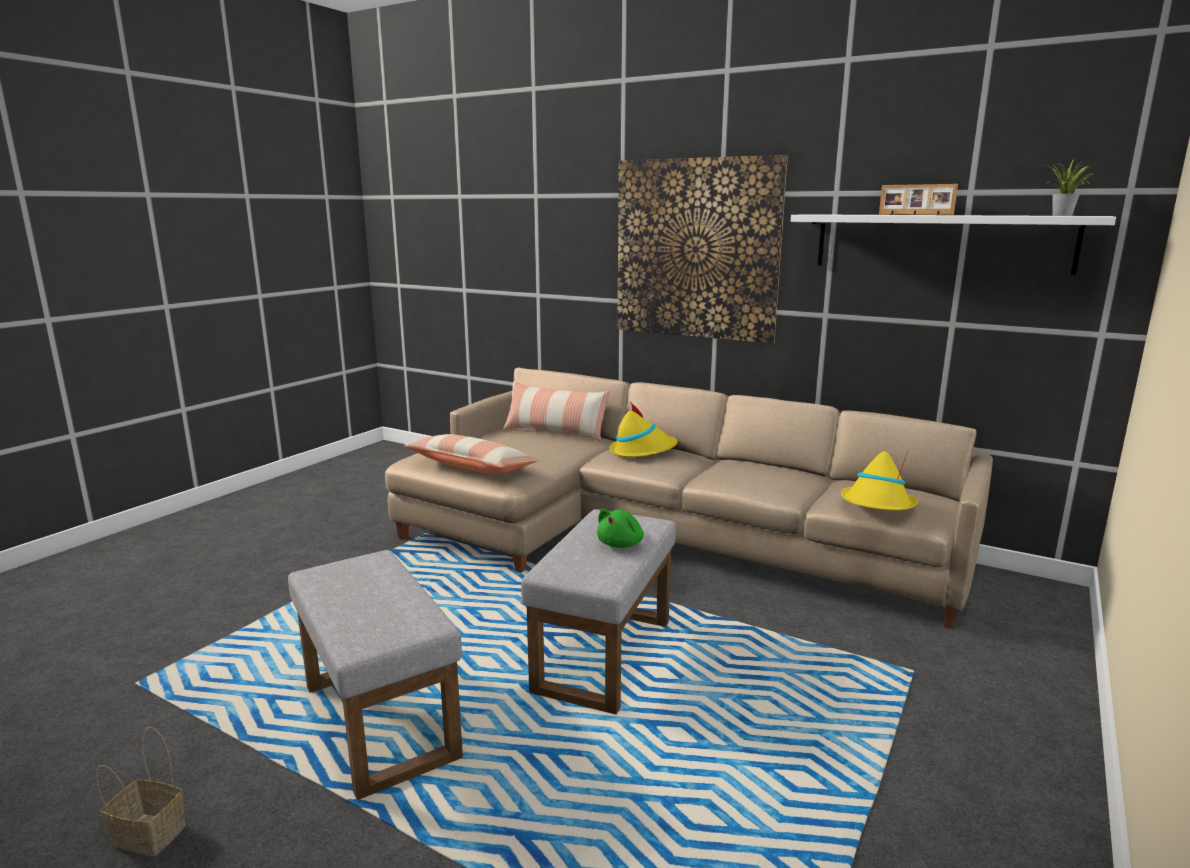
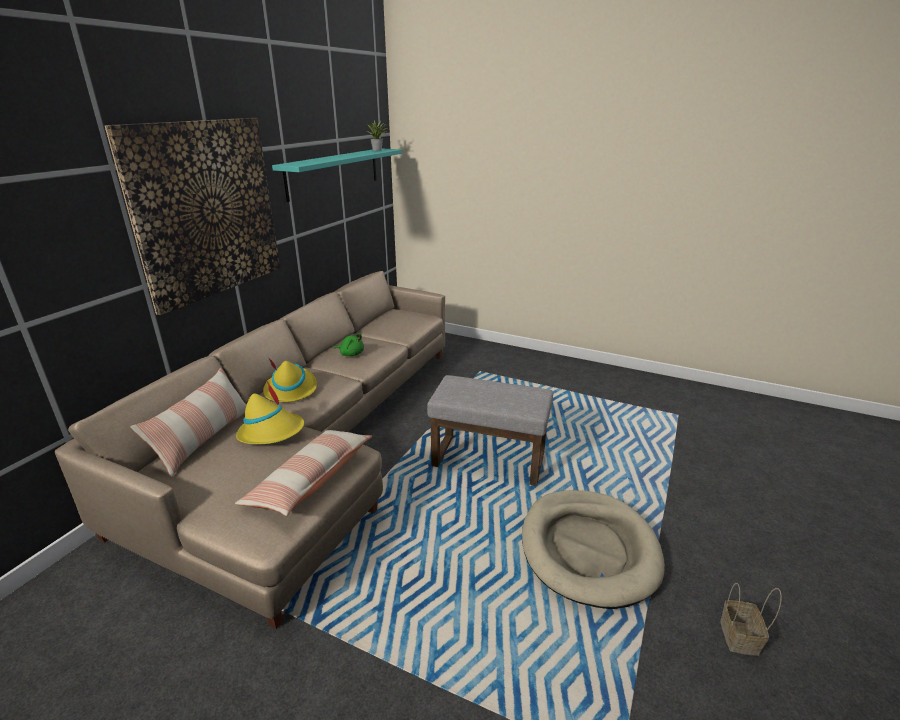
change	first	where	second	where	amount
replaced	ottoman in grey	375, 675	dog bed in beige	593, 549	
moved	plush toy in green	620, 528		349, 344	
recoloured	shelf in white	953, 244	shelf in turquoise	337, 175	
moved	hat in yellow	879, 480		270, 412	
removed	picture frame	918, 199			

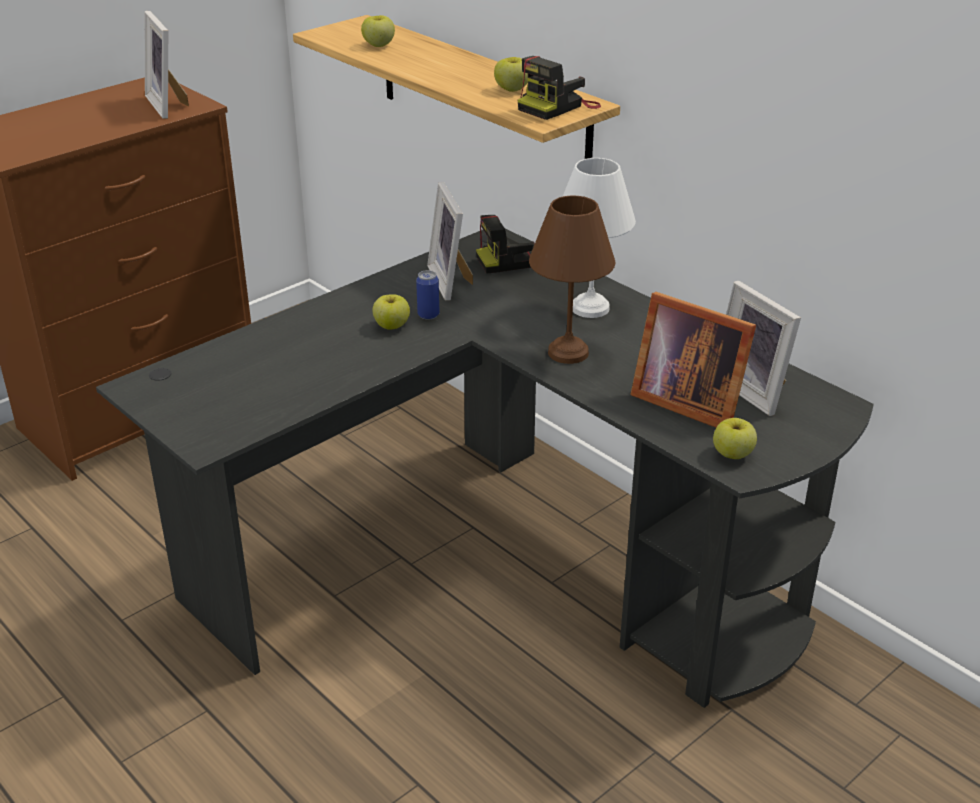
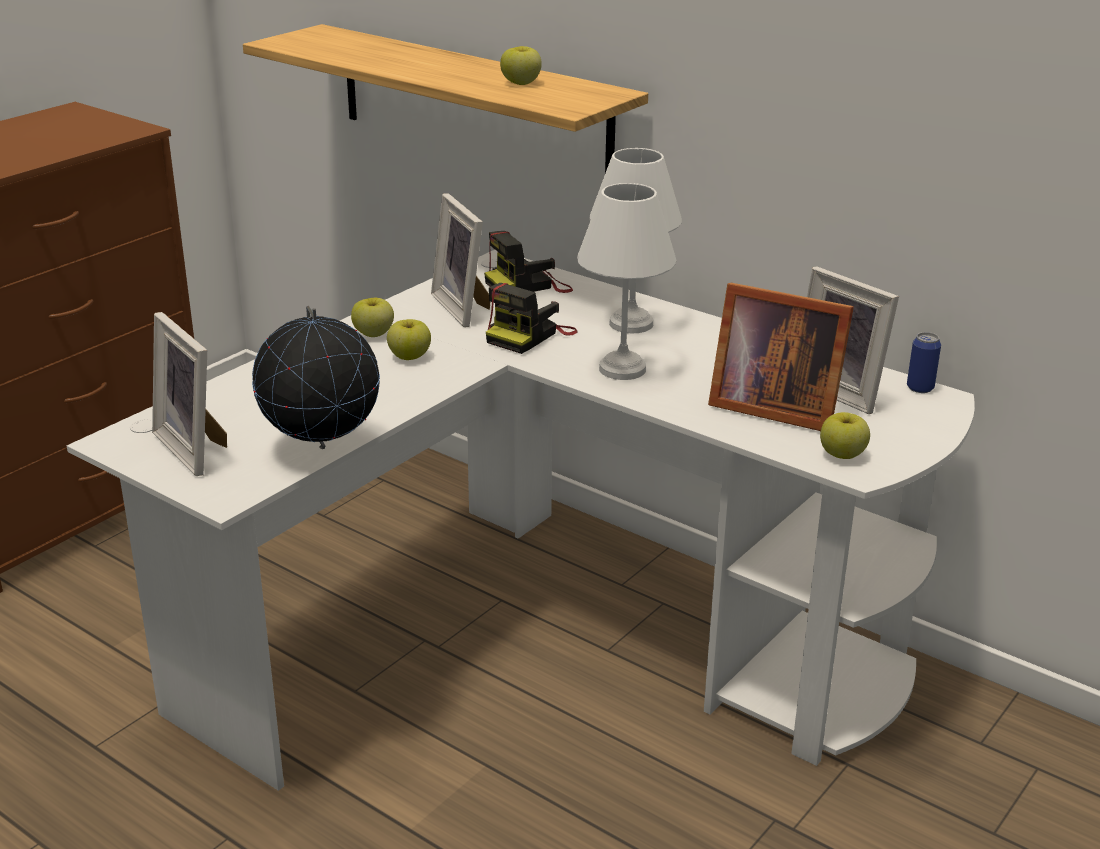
change	first	where	second	where	amount
recoloured	desk in black	485, 468	desk in white	521, 520	
moved	picture frame	167, 65		189, 394	
moved	apple	378, 31		372, 317	
moved	can	427, 295		924, 362	
moved	photo camera	559, 88		531, 318	
recoloured	table lamp in brown	572, 279	table lamp in white	626, 281	
added			globe	316, 377	

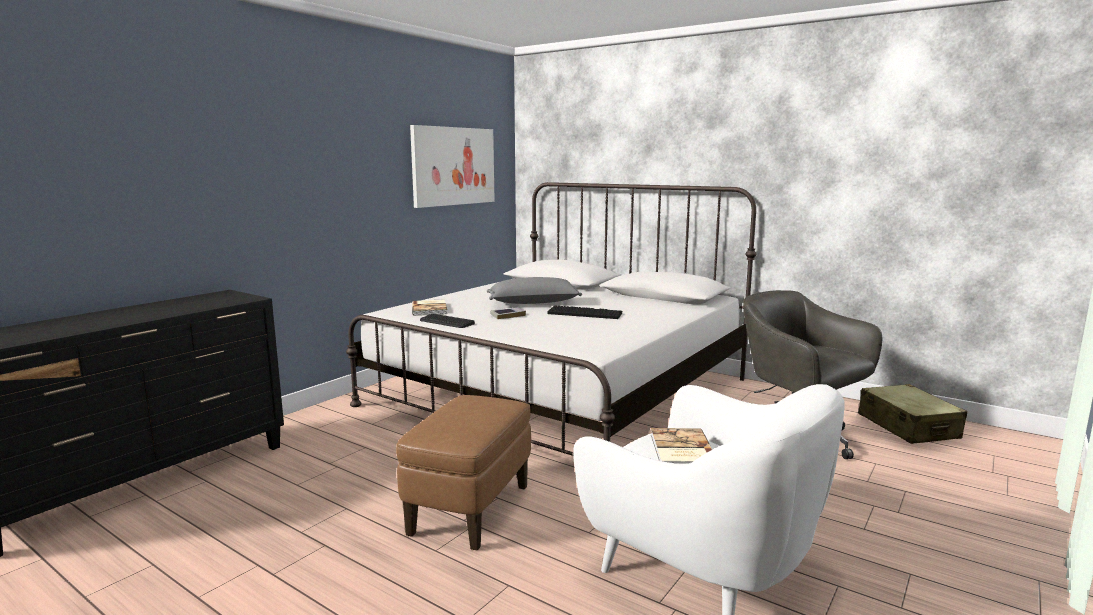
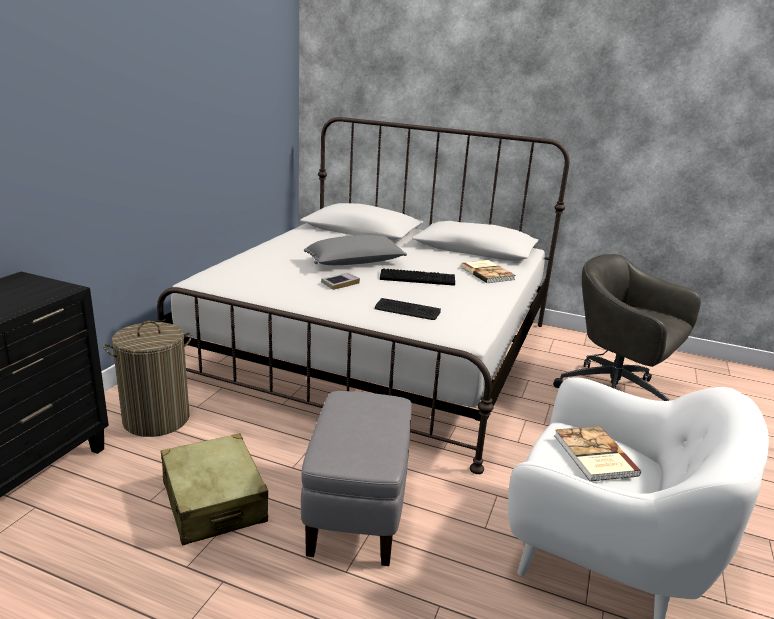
change	first	where	second	where	amount
recoloured	ottoman in brown	463, 472	ottoman in grey	356, 478	
removed	picture	452, 166			
moved	book	429, 307		488, 271	
moved	keyboard	447, 321		408, 309	
moved	suitcase in beige	913, 414		214, 489	
added			laundry basket	147, 379	

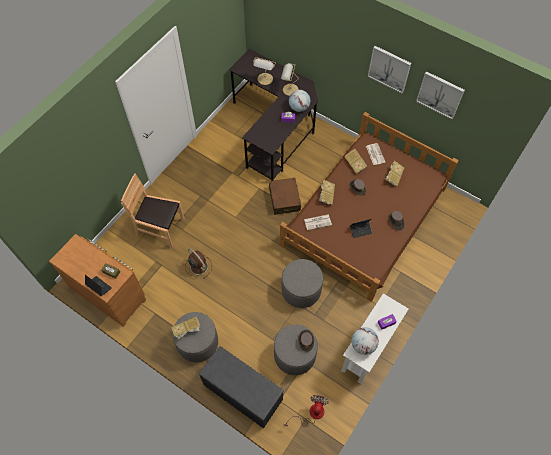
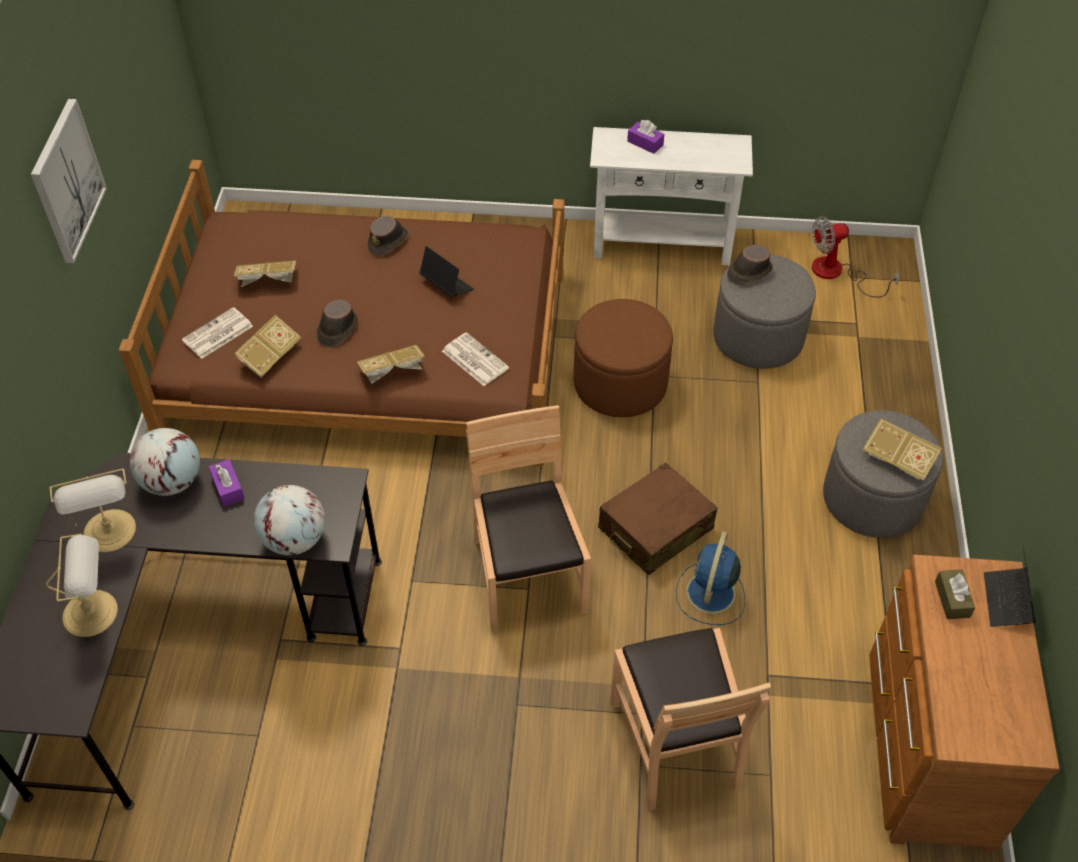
change	first	where	second	where	amount
recoloured	fan in brown	198, 263	fan in blue	710, 578	
removed	bench in grey	241, 387			
moved	suitcase in brown	285, 196		658, 518	
recoloured	ottoman in grey	302, 283	ottoman in brown	623, 358	
moved	globe	365, 341		289, 520	
removed	picture	440, 95			
added			chair in brown	528, 518	

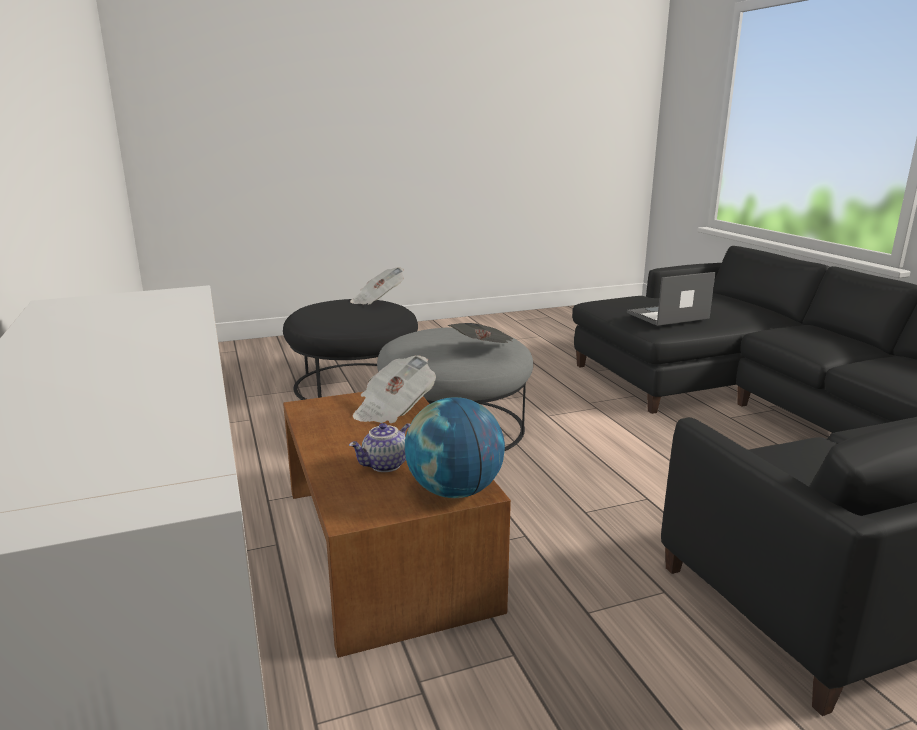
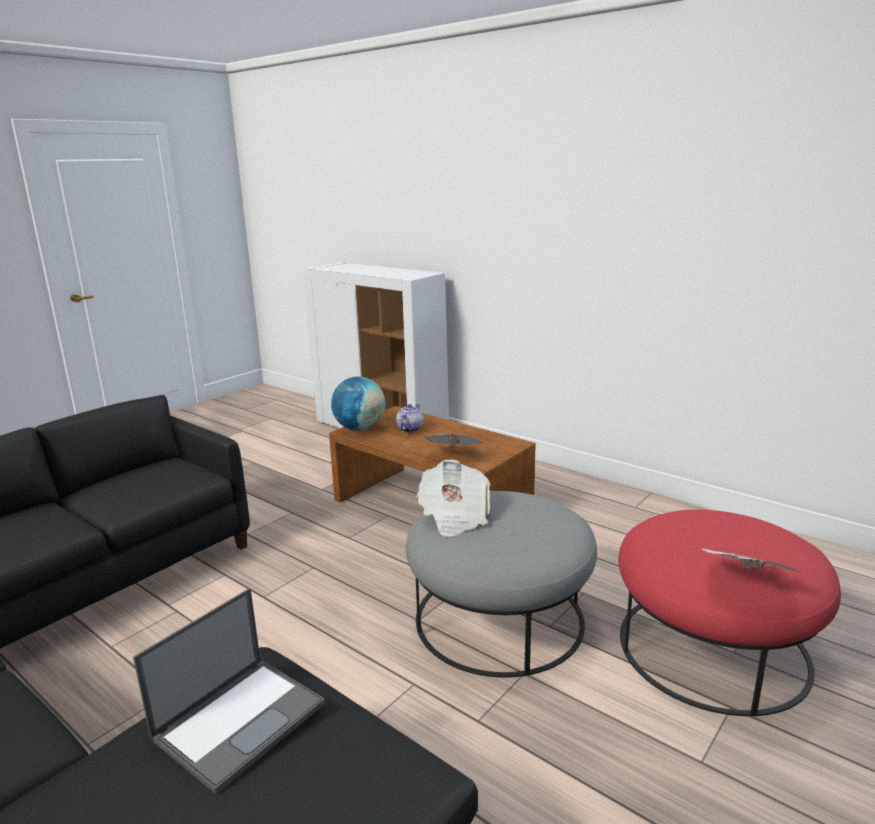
change	first	where	second	where	amount
recoloured	ottoman in black	350, 349	ottoman in red	729, 613	

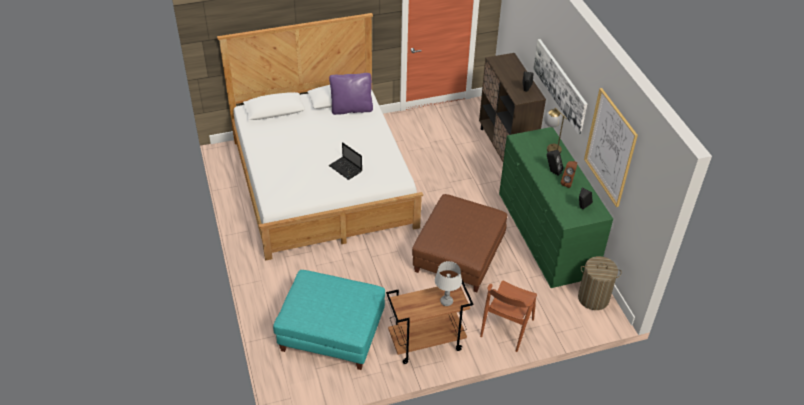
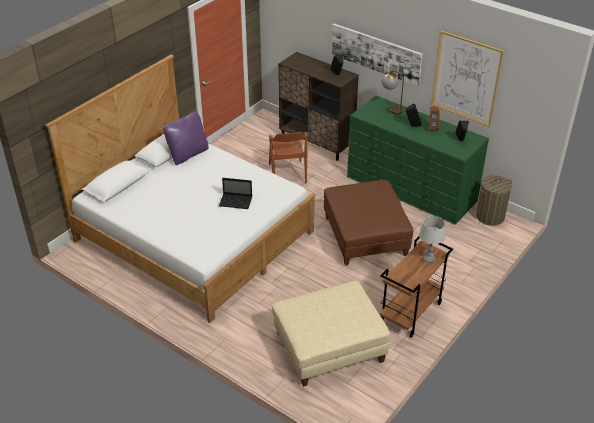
change	first	where	second	where	amount
recoloured	ottoman in turquoise	329, 320	ottoman in beige	331, 334	
moved	chair in brown	508, 316		288, 157	

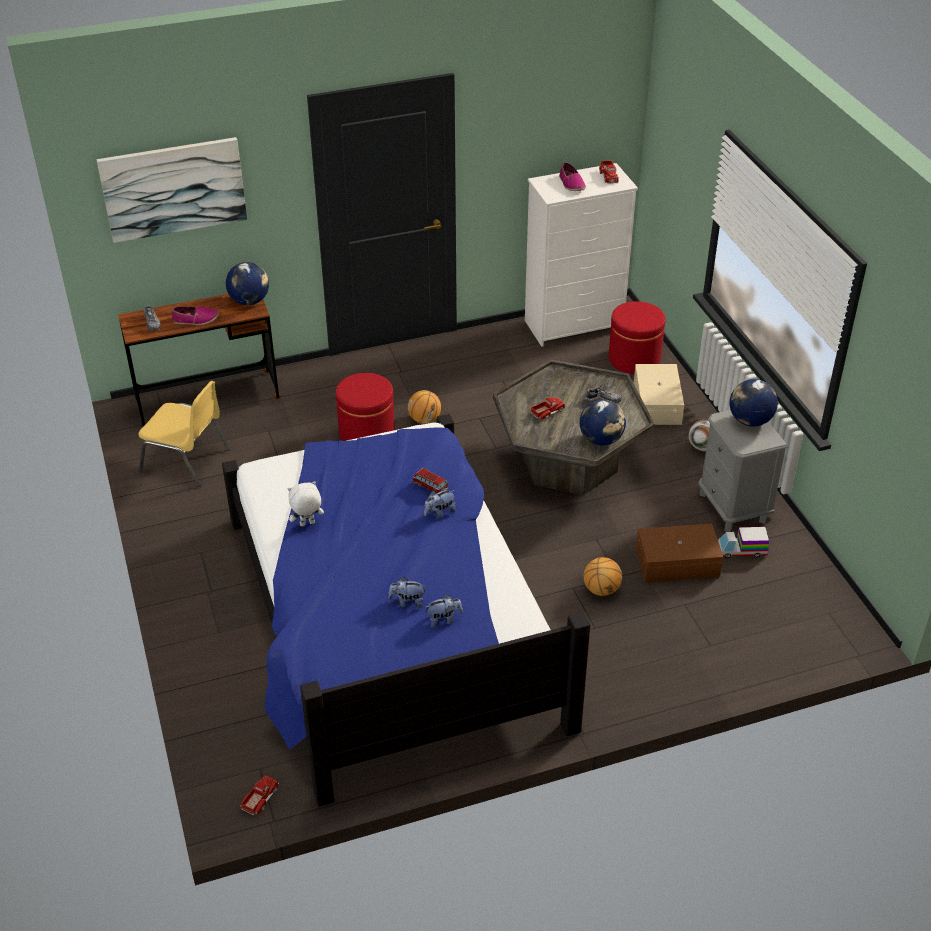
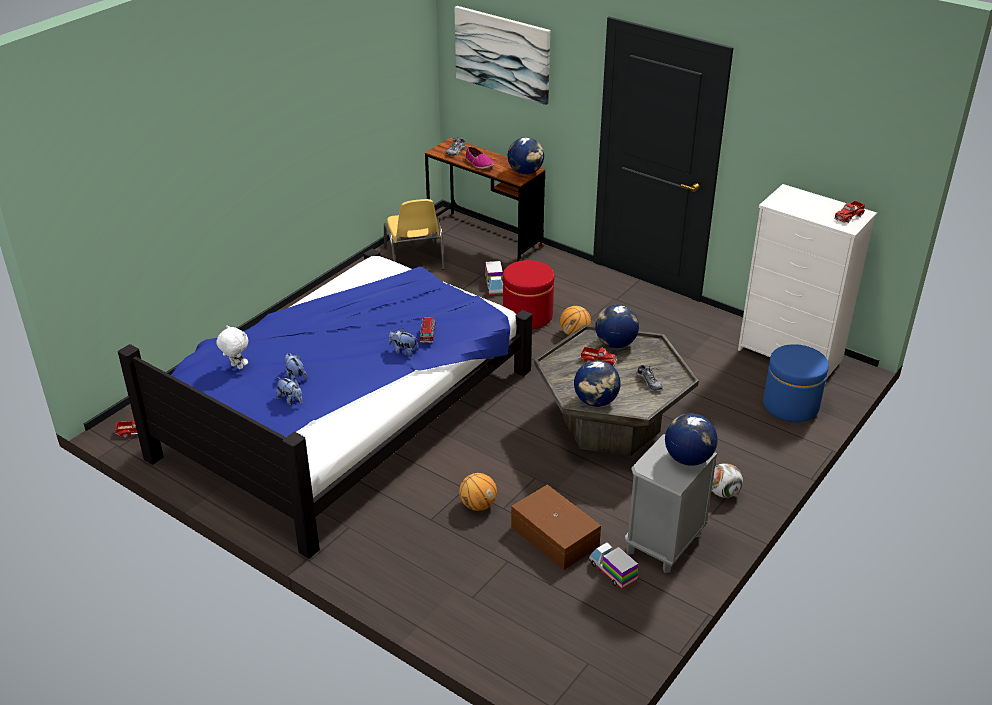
change	first	where	second	where	amount
moved	plush toy in white	306, 504		232, 347	
removed	shoe	572, 176			
recoloured	ottoman in red	637, 337	ottoman in blue	796, 383	
removed	storage box in beige	659, 394			
added			toy truck	494, 278	
added			globe	617, 326	

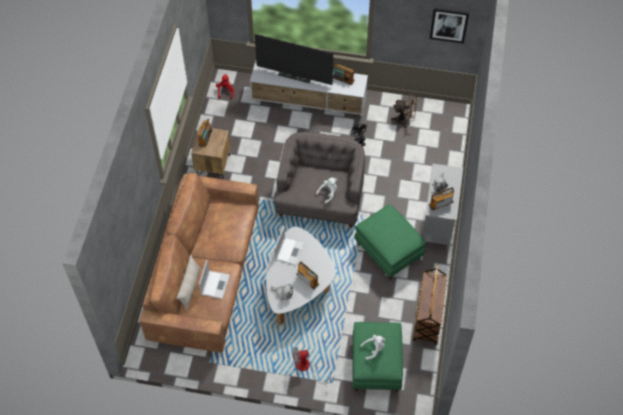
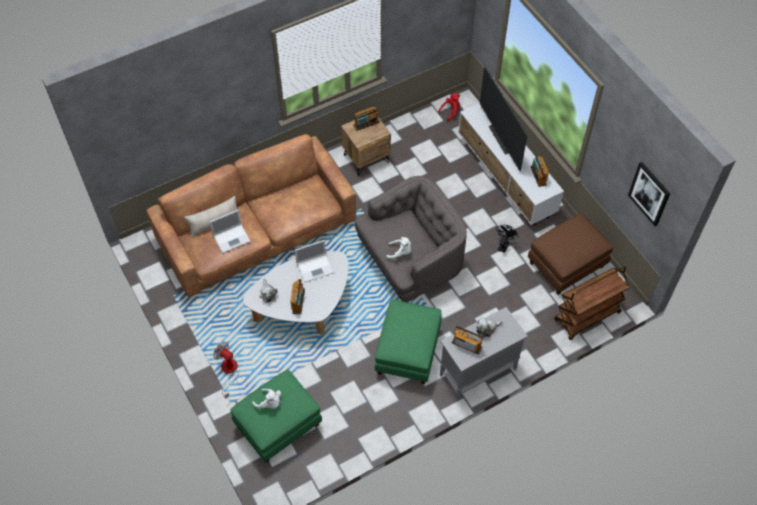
change	first	where	second	where	amount
replaced	fan in brown	404, 111	ottoman in brown	570, 254	
moved	cart in brown	430, 304		592, 303	

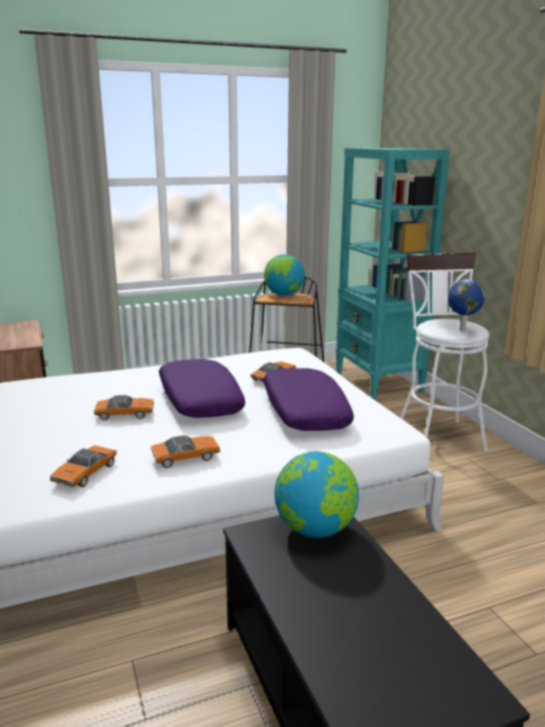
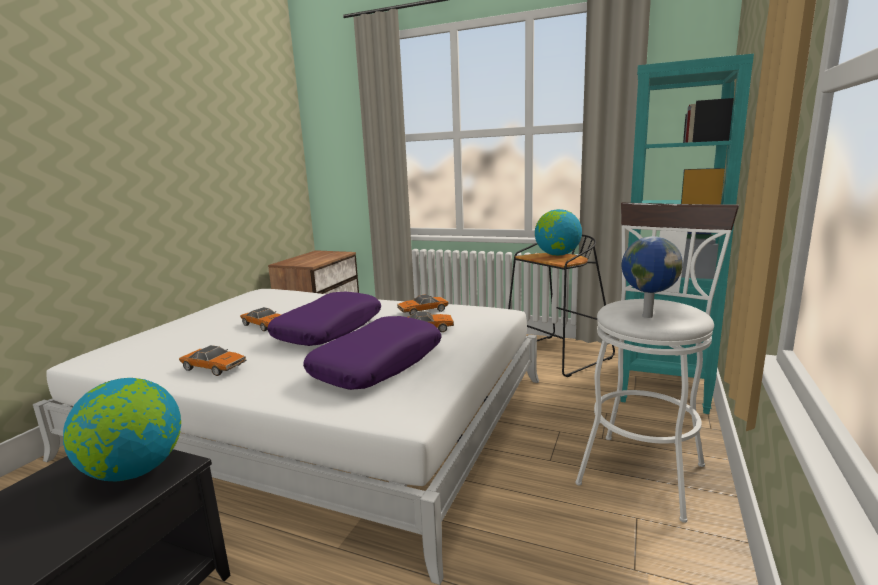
change	first	where	second	where	amount
moved	toy car	83, 466		423, 304	

